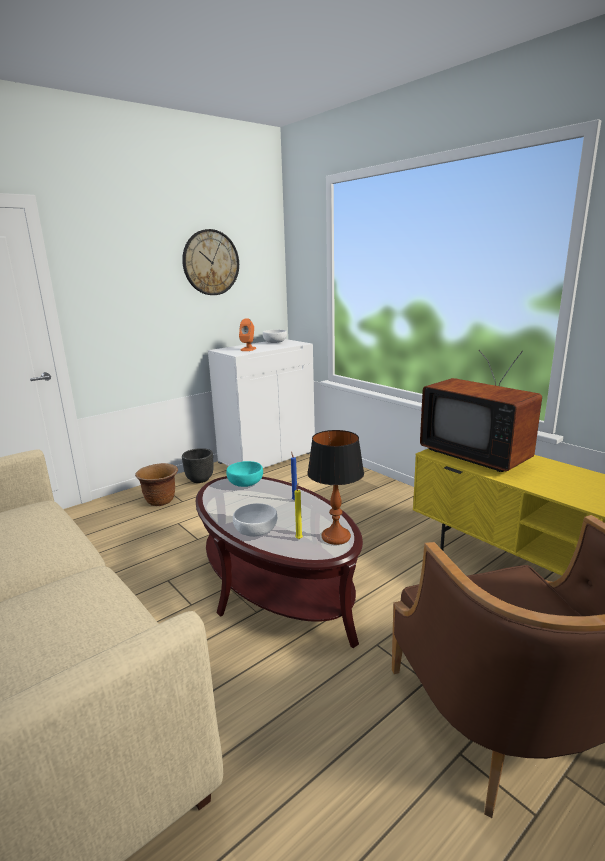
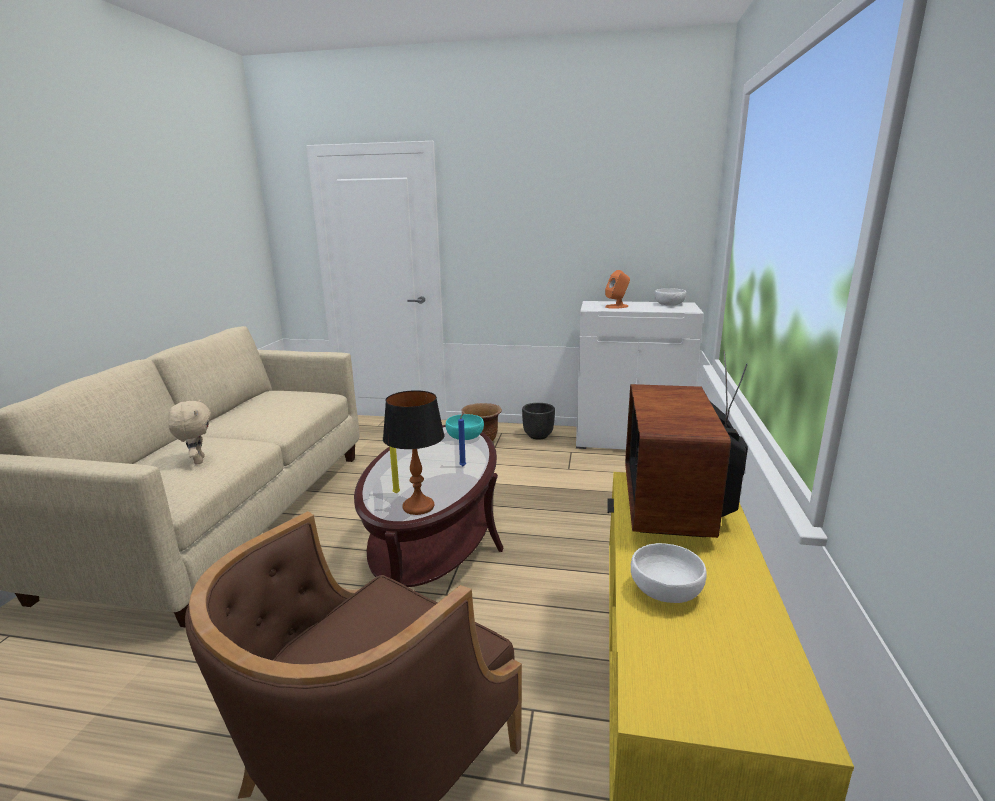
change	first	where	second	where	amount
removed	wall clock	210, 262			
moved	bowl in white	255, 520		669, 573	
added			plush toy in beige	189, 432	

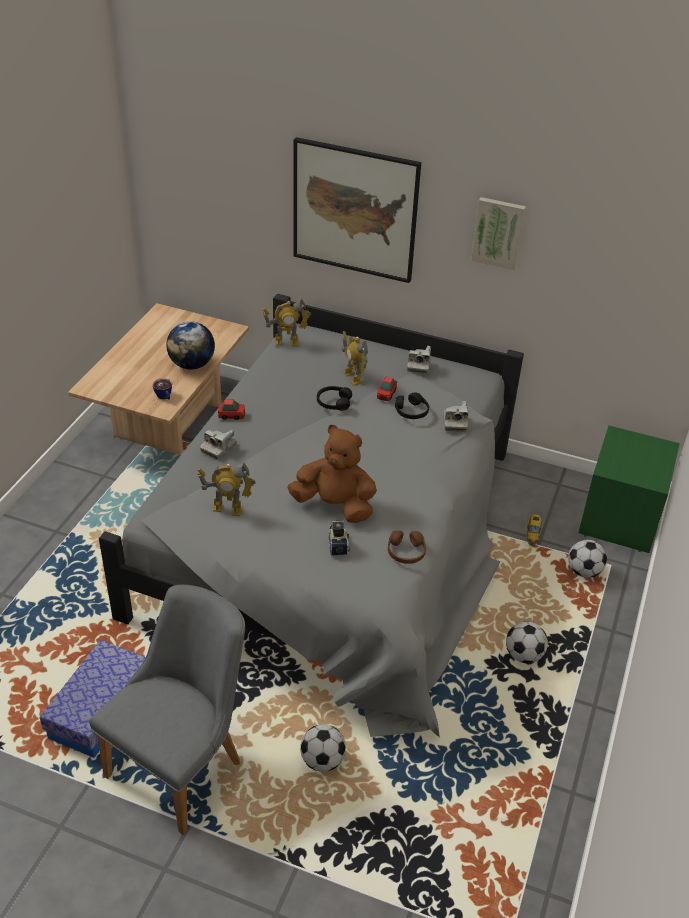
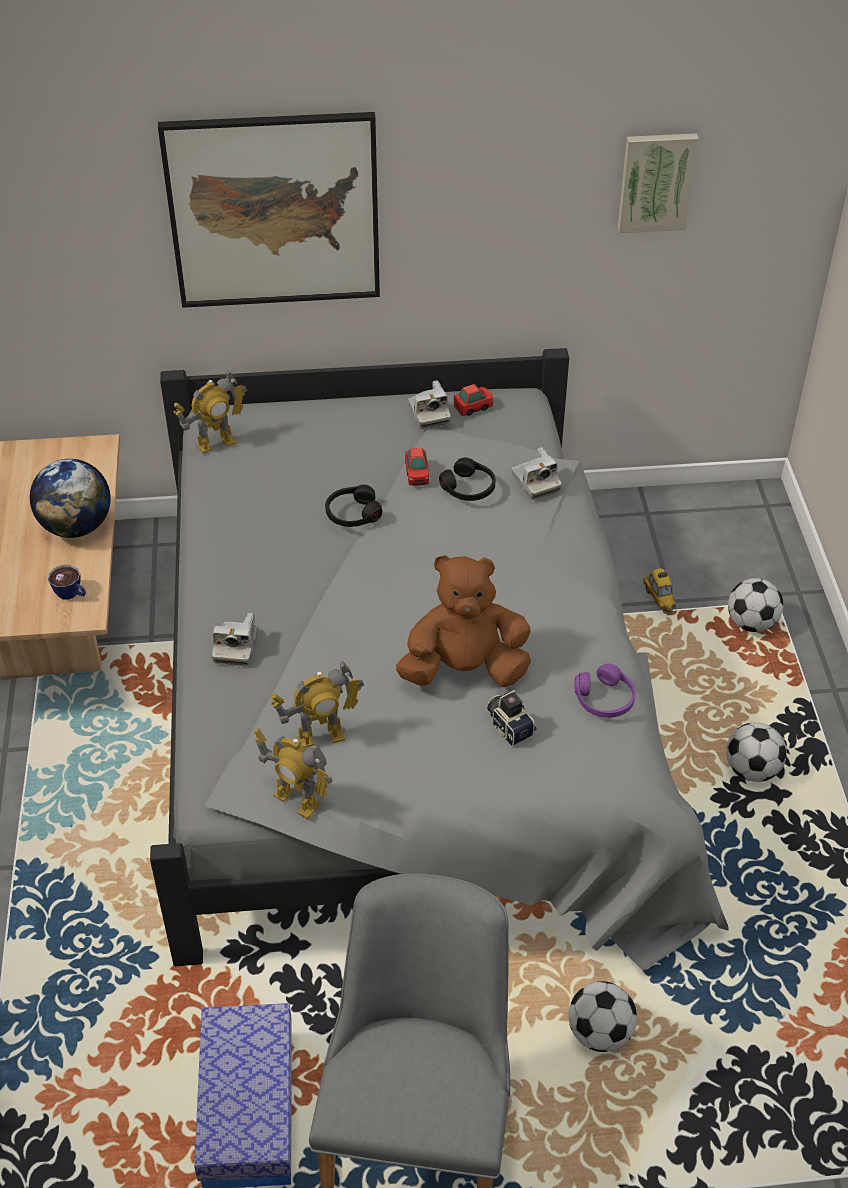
change	first	where	second	where	amount
moved	toy car	231, 409		473, 400	
moved	toy robot	355, 358		293, 773	
recoloured	headphones in brown	407, 547	headphones in purple	605, 690	
moved	picture	498, 233		658, 183	
removed	nightstand in green	629, 489			

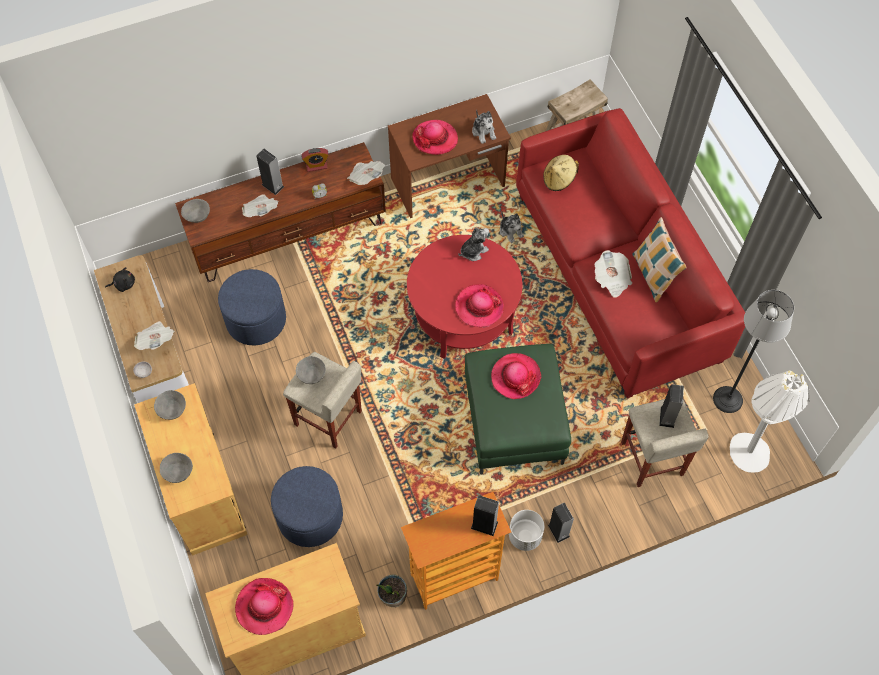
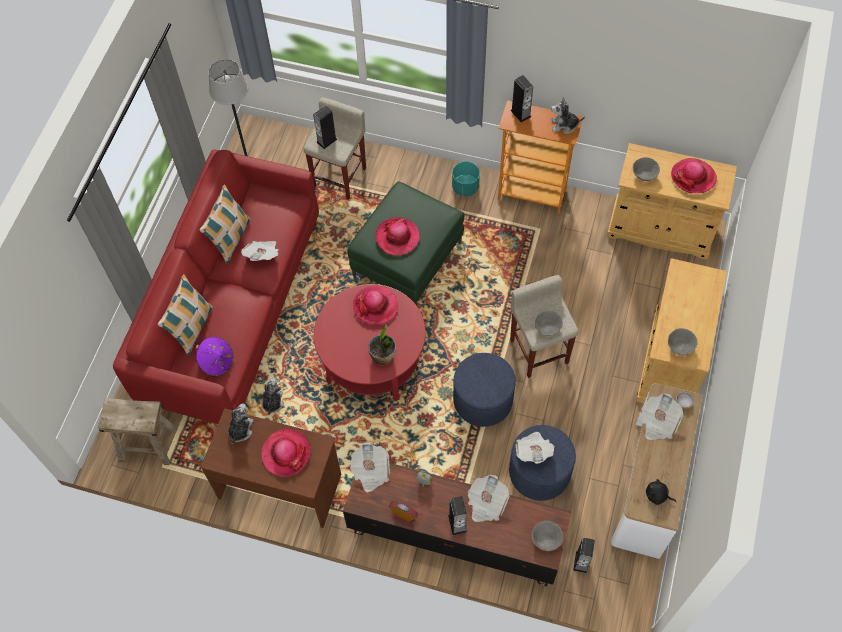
change	first	where	second	where	amount
moved	bowl in grey	176, 468		646, 169	
moved	ottoman in blue	307, 506		484, 390	
moved	potted plant	391, 591		382, 345	
moved	plush toy	473, 244		568, 115	
recoloured	planter in white	526, 530	planter in turquoise	466, 179	
recoloured	hat in beige	561, 173	hat in purple	214, 356	
moved	speaker	561, 523		584, 555	
removed	floor lamp in white	770, 421			
added			pillow	185, 315	
added			newspaper	535, 448	

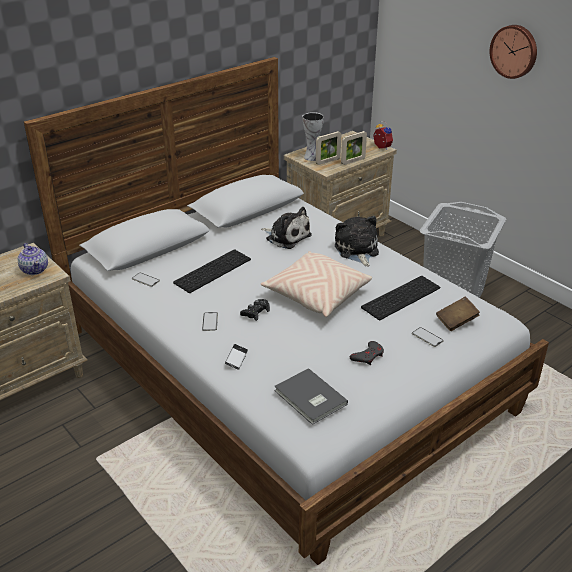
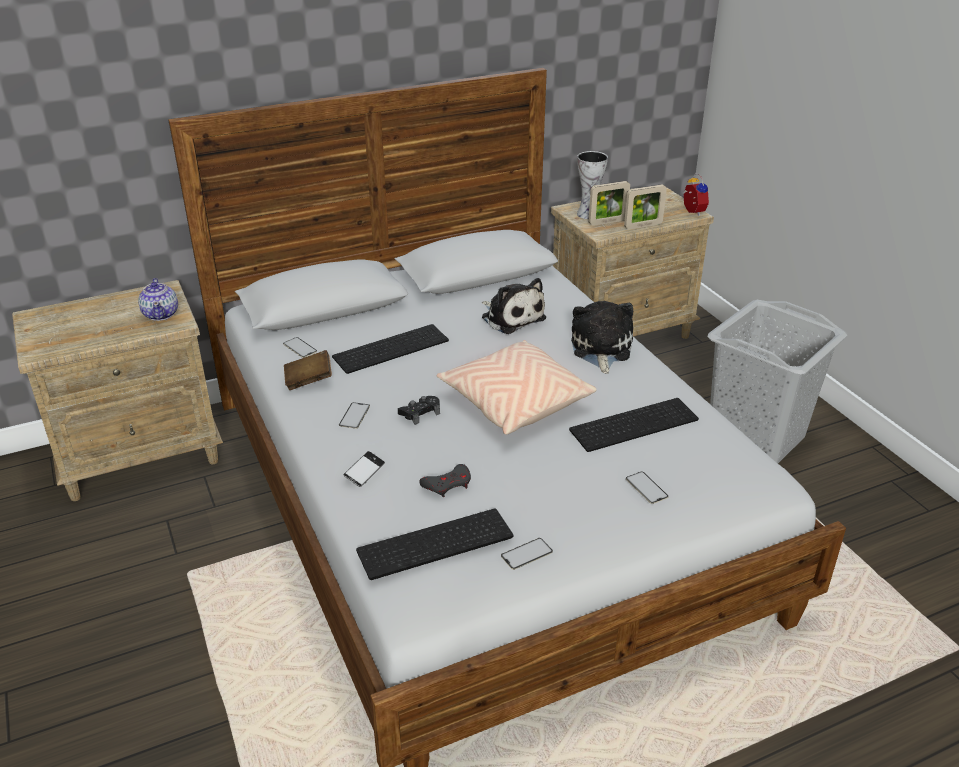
change	first	where	second	where	amount
replaced	book in grey	311, 396	keyboard	434, 544	
moved	game controller in grey	367, 353		445, 480	
moved	book in brown	458, 314		308, 370	
removed	wall clock	513, 52			
added			phone	527, 554	

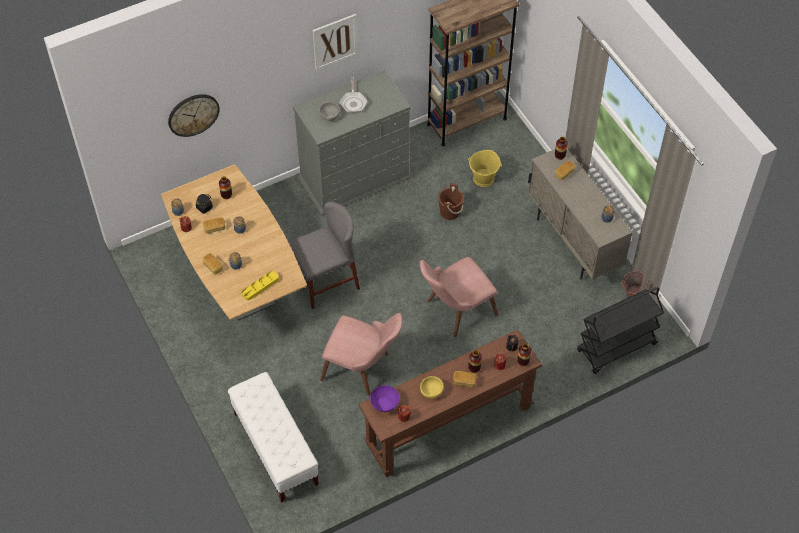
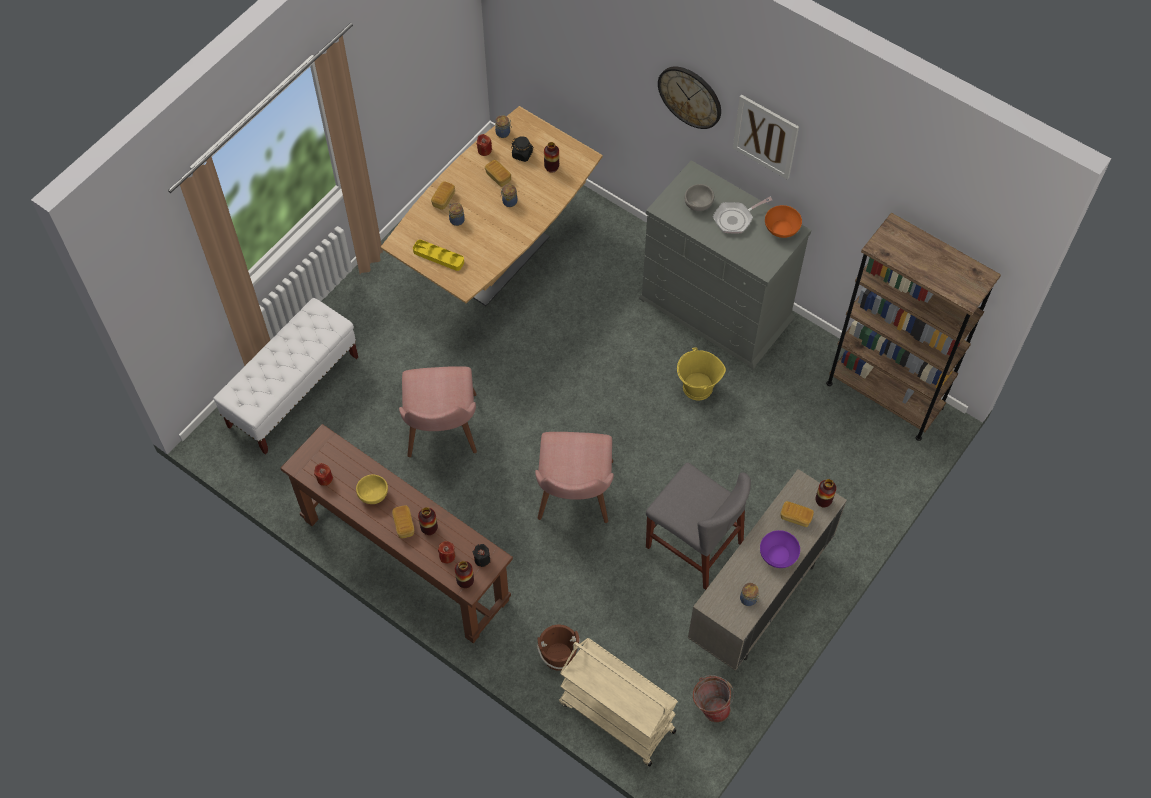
change	first	where	second	where	amount
moved	wall clock	194, 115		689, 97	
moved	chair in grey	324, 255		698, 526	
moved	bowl in purple	385, 398		780, 549	
turned	chair in pink	459, 297		574, 477	120 degrees counterclockwise
moved	bucket in brown	451, 201		558, 648	
moved	bucket in yellow	485, 168		701, 374	
recoloured	cart in black	620, 330	cart in beige	618, 702	
added			bowl in orange	783, 221	

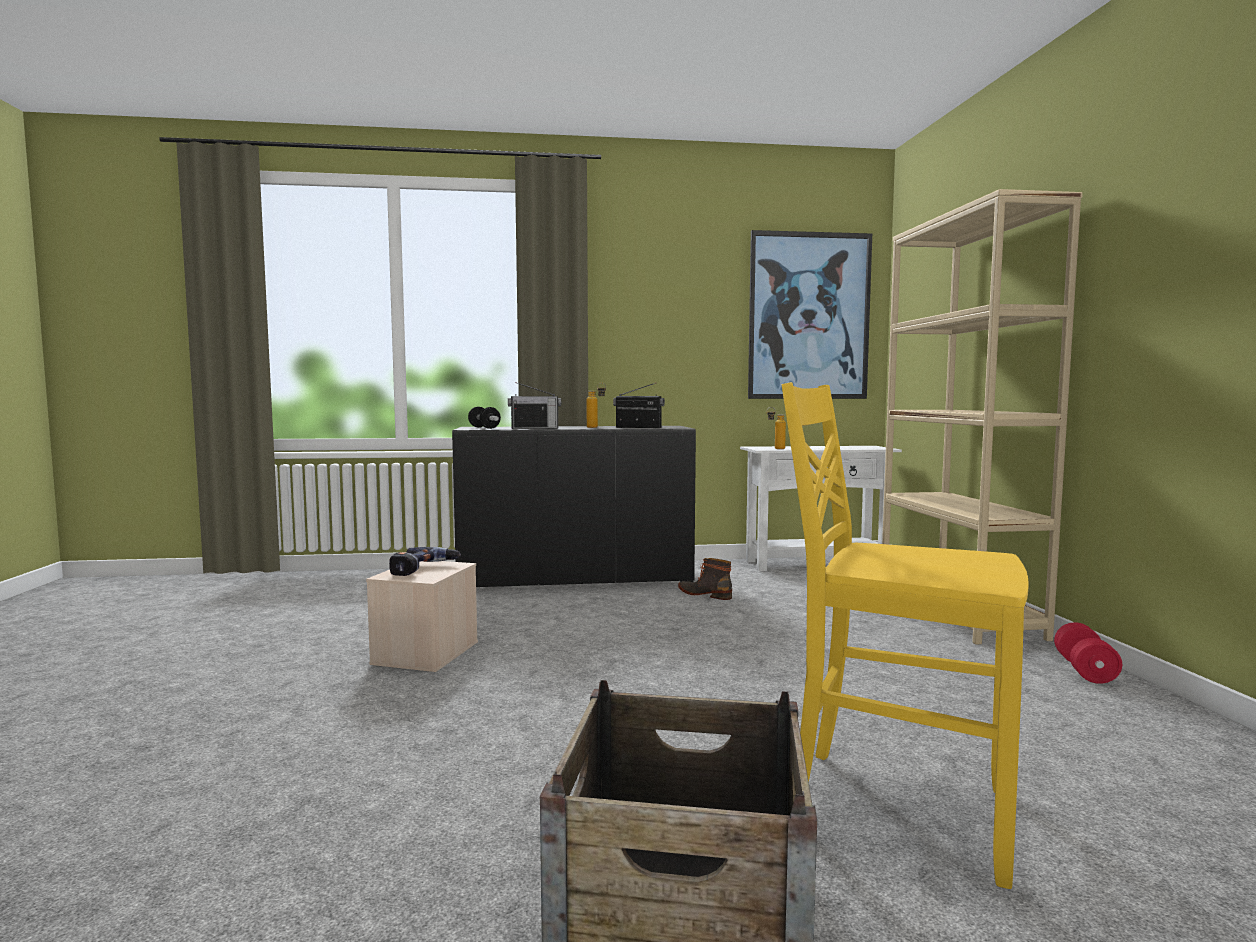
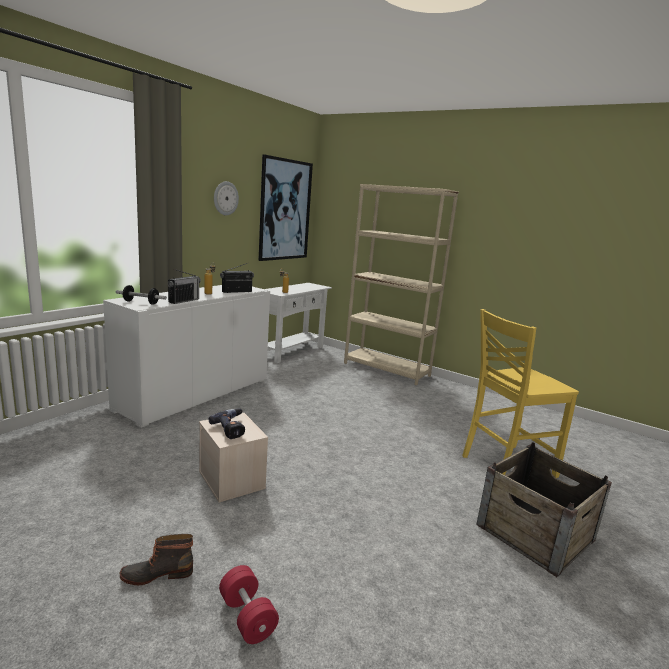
change	first	where	second	where	amount
recoloured	cabinet in black	574, 506	cabinet in white	186, 356	
moved	boot	705, 579		156, 559	
moved	dumbbell in red	1088, 653		249, 604	
added			wall clock	226, 198	

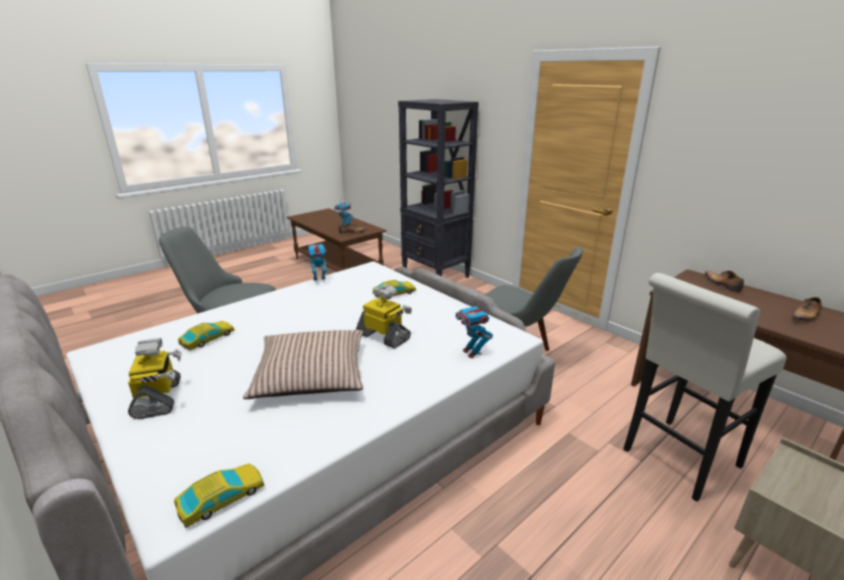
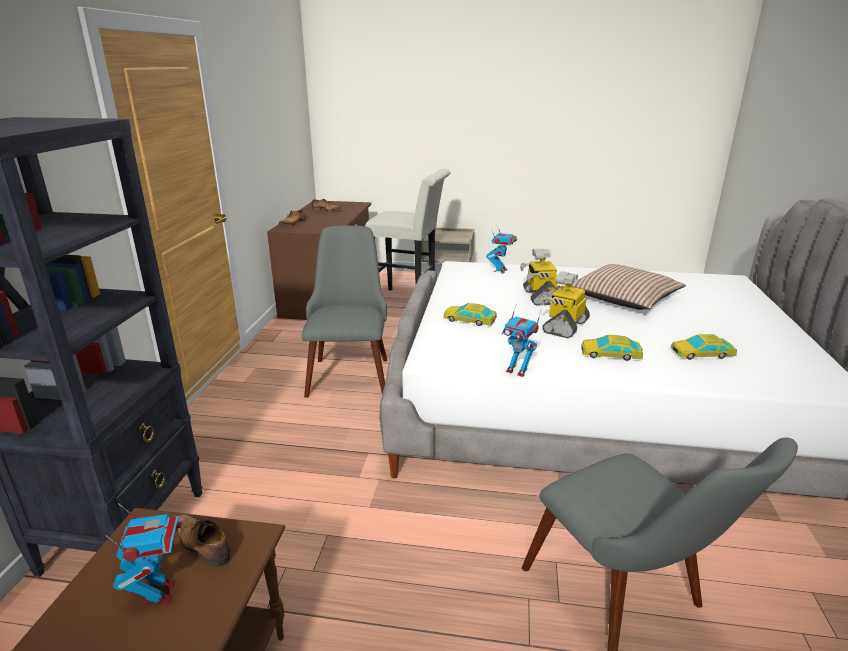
change	first	where	second	where	amount
moved	toy robot	154, 378		565, 304	
moved	toy car	219, 495		612, 348	

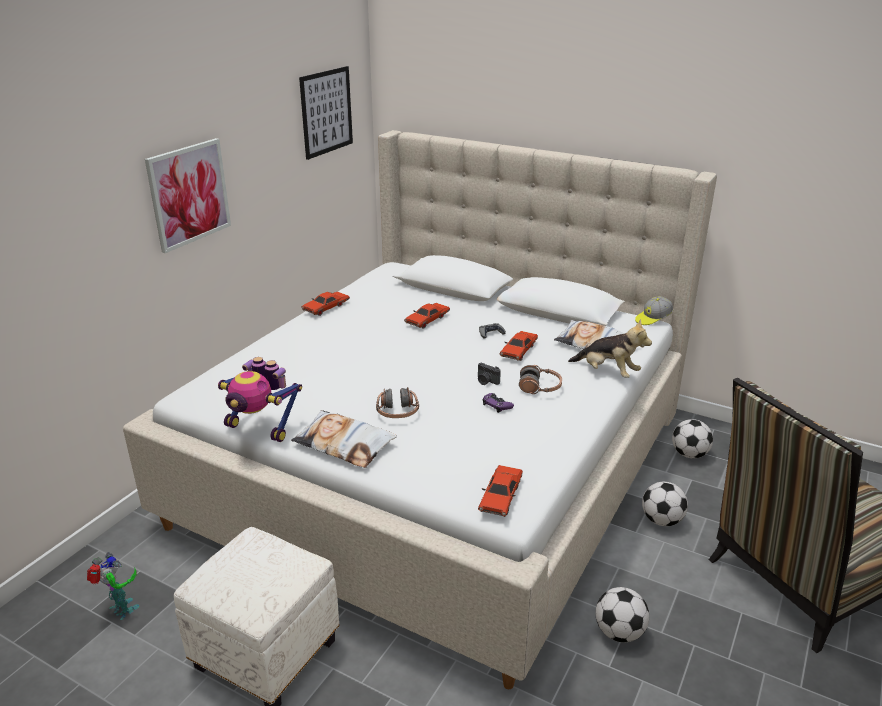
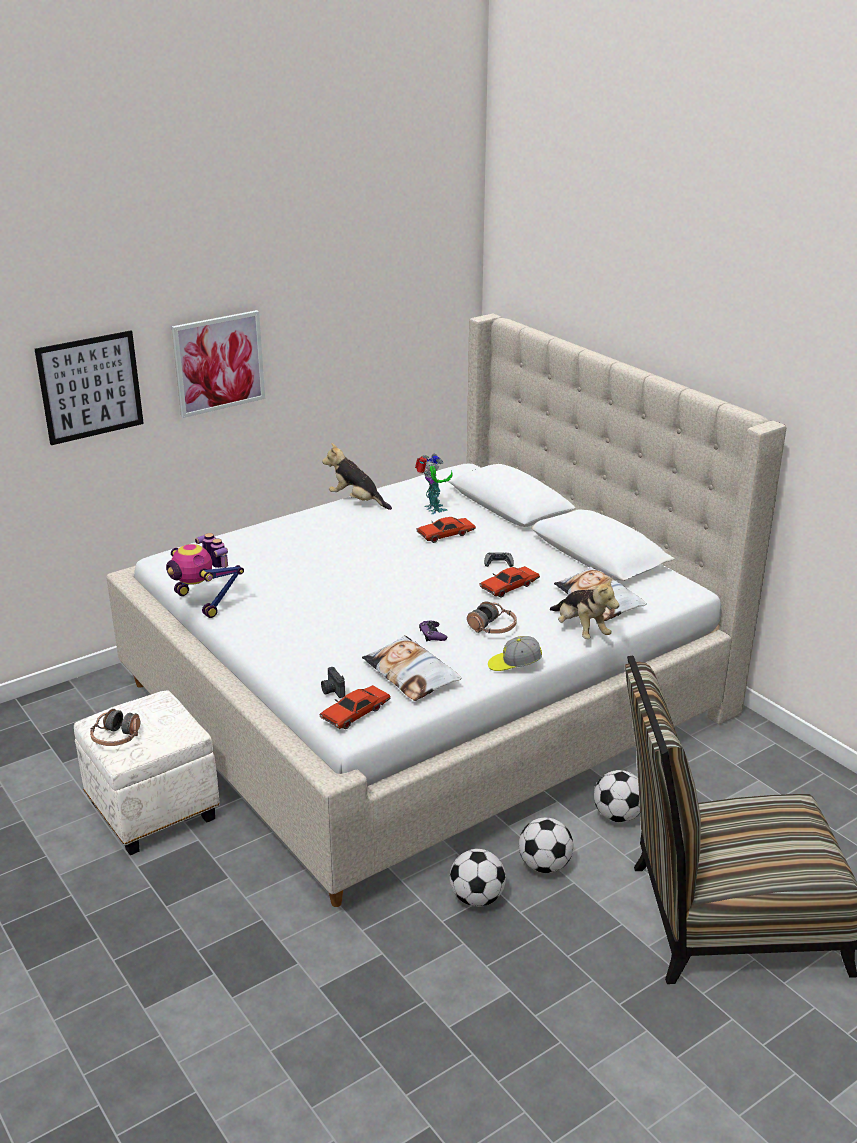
change	first	where	second	where	amount
moved	toy robot	113, 586		433, 484	
moved	pillow	344, 439		412, 668	
moved	picture	326, 113		89, 387	
replaced	toy car in red	325, 303	plush toy	357, 476	
moved	headphones	397, 402		115, 727	
moved	photo camera	489, 374		333, 682	
moved	cap	654, 310		515, 653	
moved	football	692, 438		546, 845	

